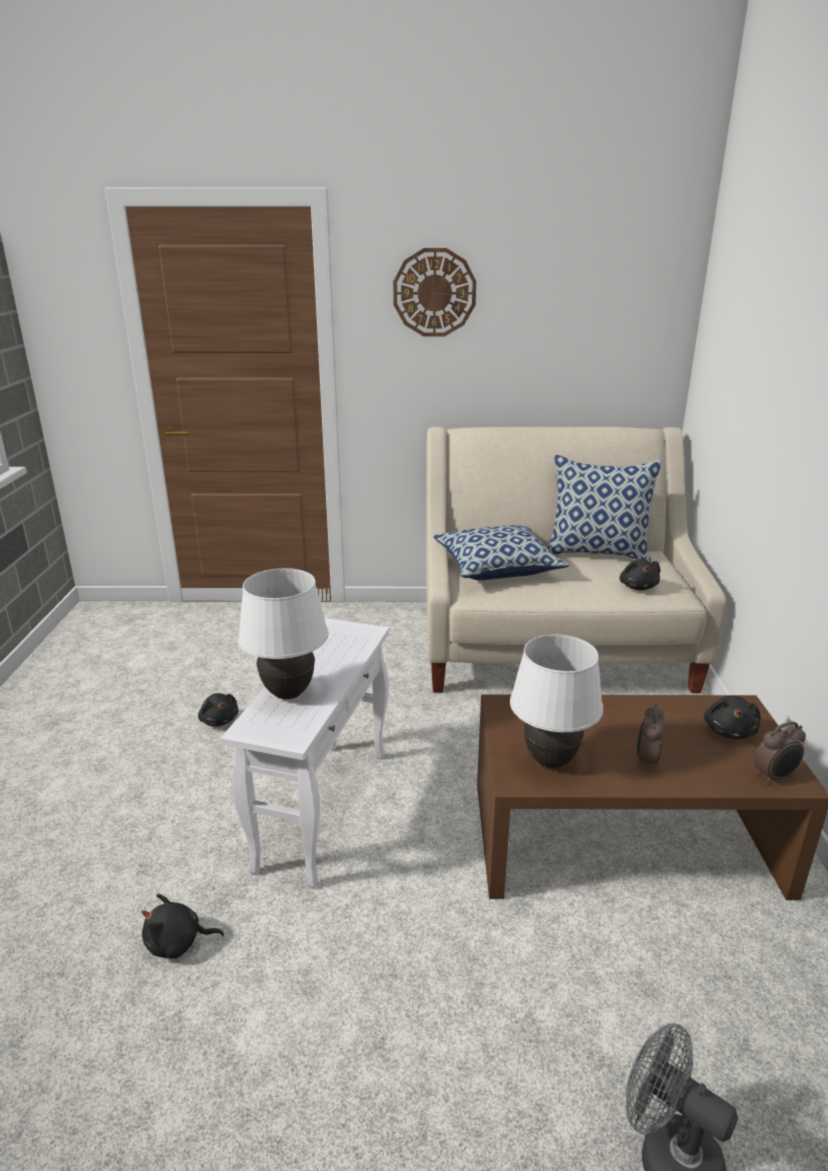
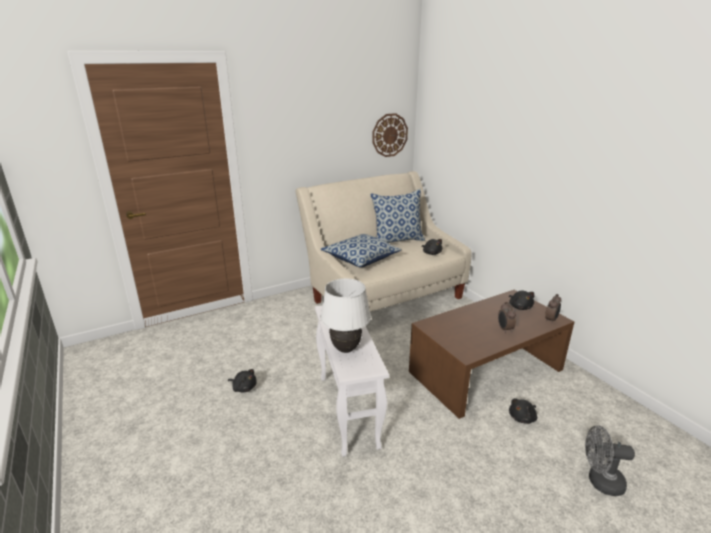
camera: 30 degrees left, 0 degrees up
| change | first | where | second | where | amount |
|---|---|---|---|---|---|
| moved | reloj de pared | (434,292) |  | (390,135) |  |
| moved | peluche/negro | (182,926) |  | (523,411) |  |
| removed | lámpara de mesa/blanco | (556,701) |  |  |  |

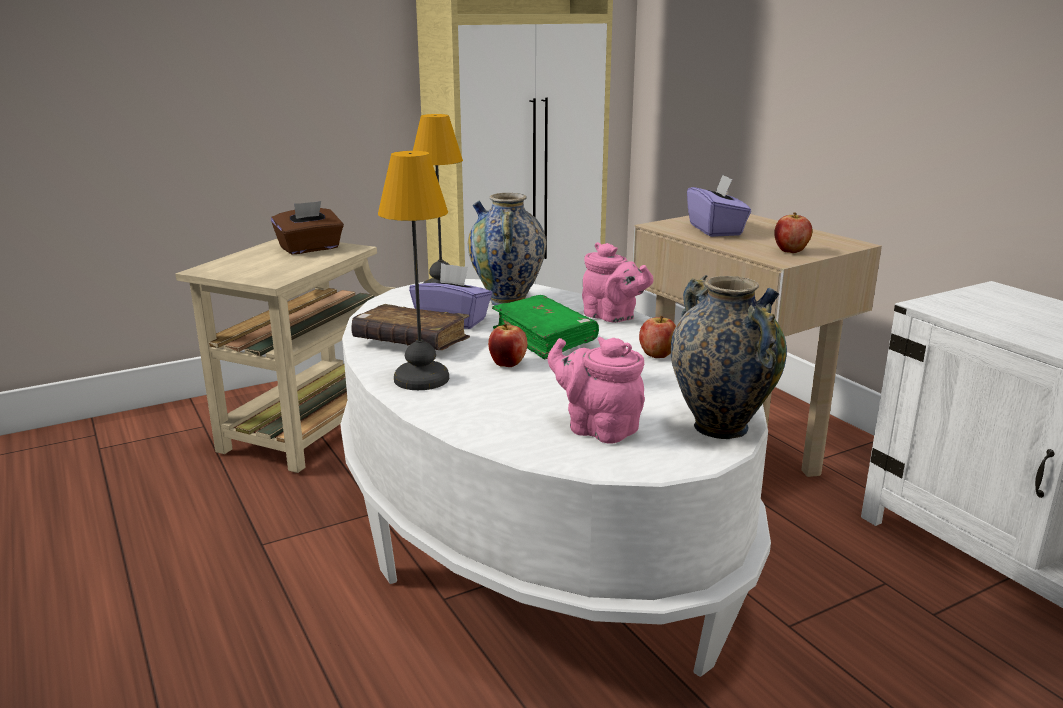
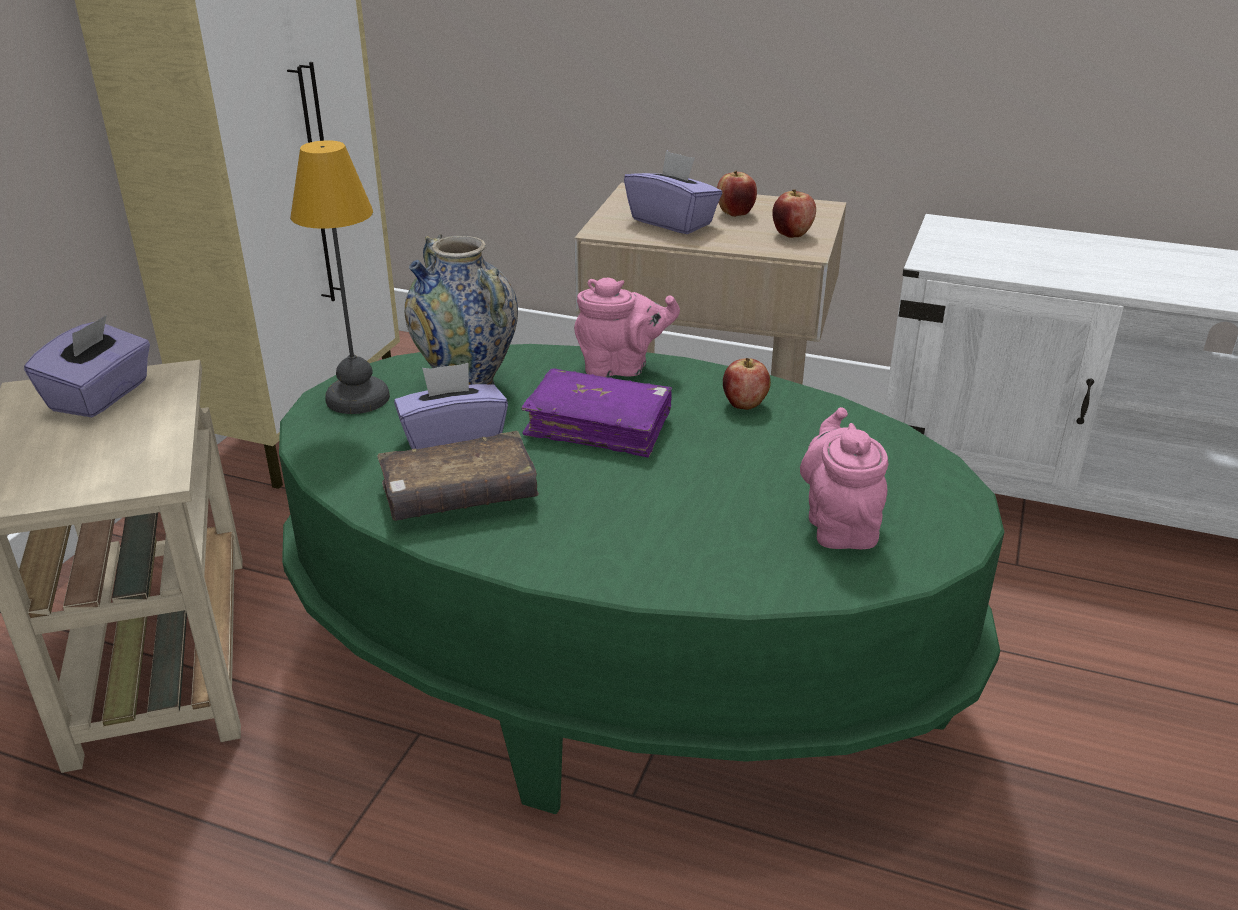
camera: 40 degrees left, 10 degrees up
| change | first | where | second | where | amount |
|---|---|---|---|---|---|
| recoloured | caja de pañuelos/marrón | (307,228) | caja de pañuelos/morado | (87,366) |  |
| recoloured | mesa de centro/blanco | (555,478) | mesa de centro/verde | (641,579) |  |
| recoloured | libro/verde | (545,327) | libro/morado | (597,412) |  |
| moved | manzana | (507,345) |  | (737,194) |  |
| turned | tetera/rosa | (596,390) |  | (844,478) | 90 degrees clockwise |
| removed | lámpara de mesa | (413,270) |  |  |  |
| removed | florero | (729,357) |  |  |  |

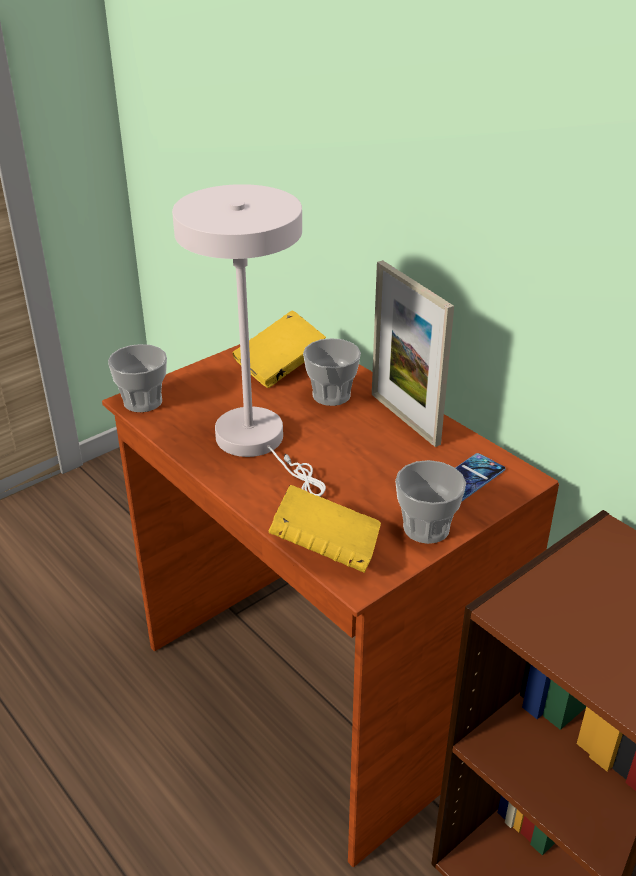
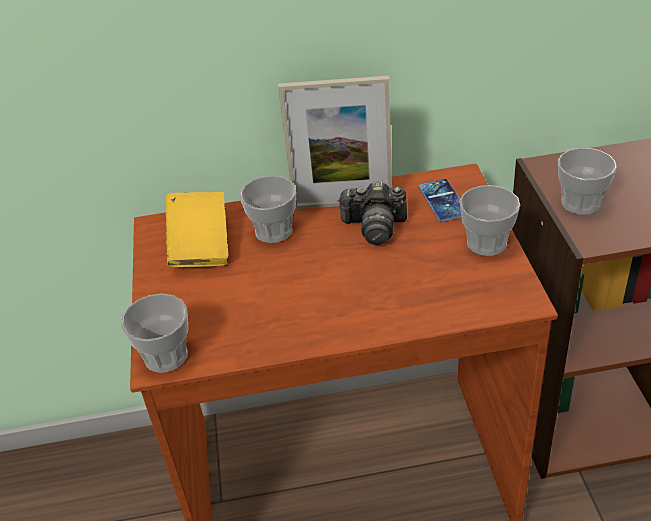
camera: 55 degrees left, 5 degrees up
| change | first | where | second | where | amount |
|---|---|---|---|---|---|
| added |  |  | cámara | (372,213) |  |
| added |  |  | taza | (587,181) |  |
| removed | lámpara de mesa/blanco | (249,340) |  |  |  |
| removed | libro/amarillo | (324,529) |  |  |  |

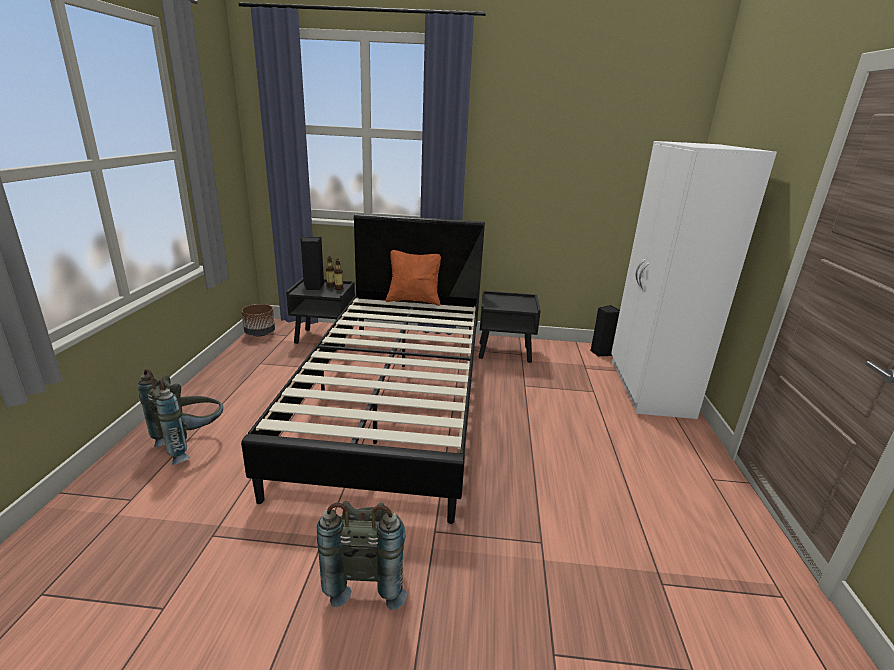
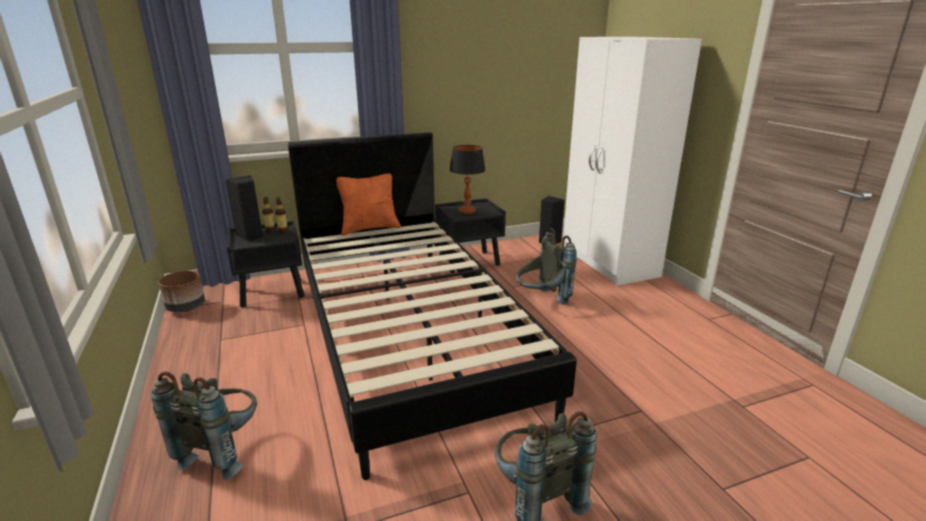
camera: 25 degrees left, 0 degrees up
| change | first | where | second | where | amount |
|---|---|---|---|---|---|
| added |  |  | lámpara de mesa | (467,179) |  |
| added |  |  | mochila/gris | (546,266) |  |

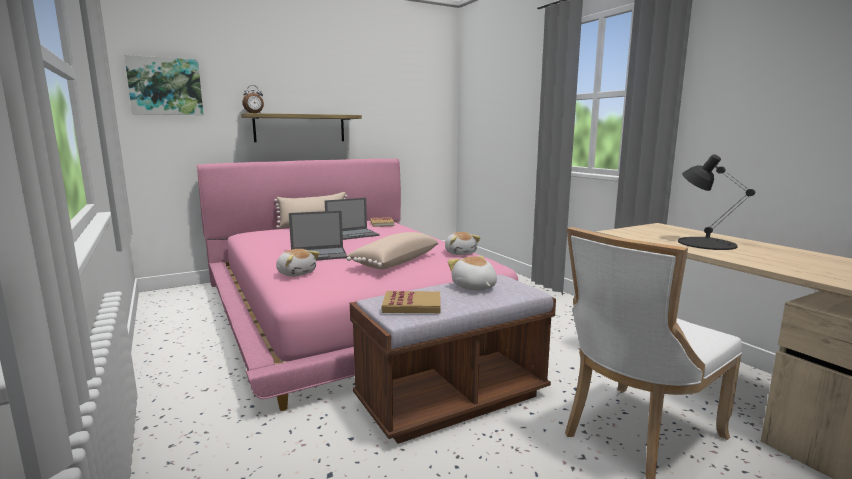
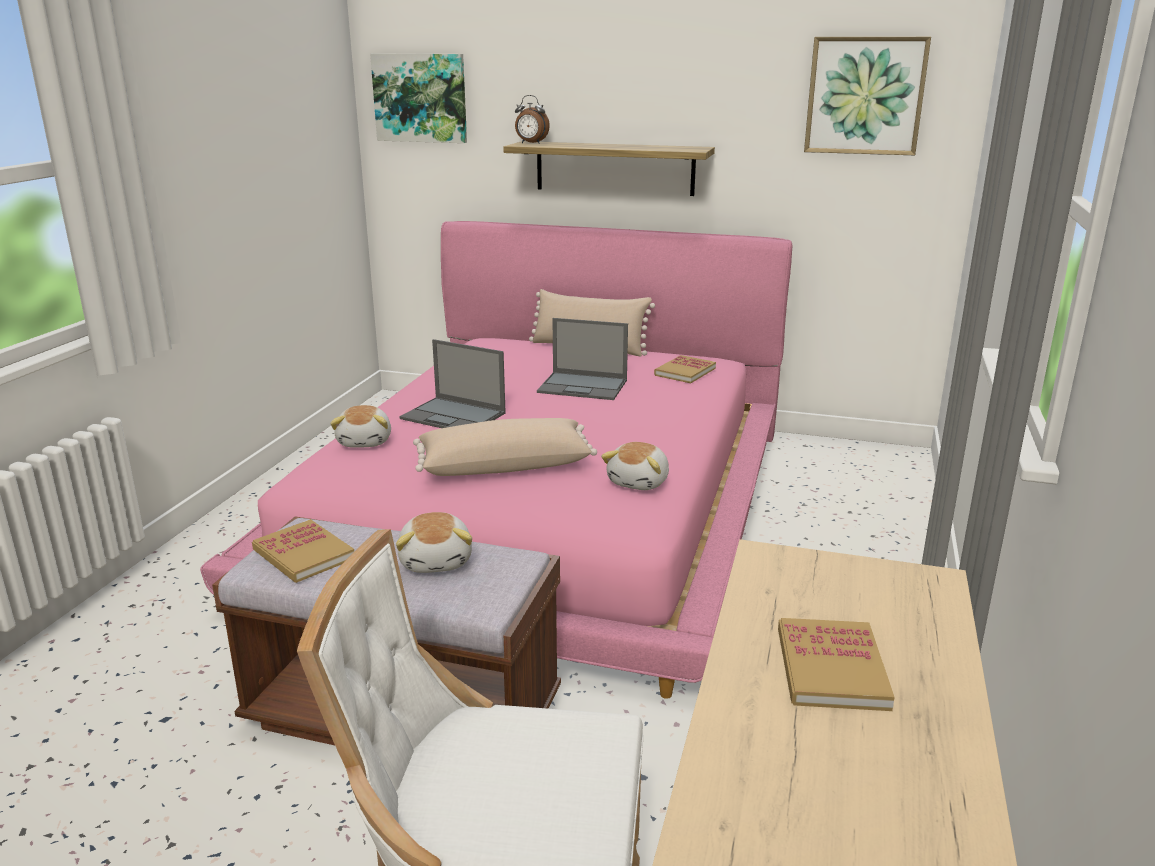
camera: 45 degrees right, 10 degrees up
| change | first | where | second | where | amount |
|---|---|---|---|---|---|
| turned | peluche | (472,273) |  | (434,542) | 150 degrees clockwise |
| replaced | lámpara de mesa/negro | (716,202) | libro | (836,664) |  |
| added |  |  | cuadro | (867,96) |  |

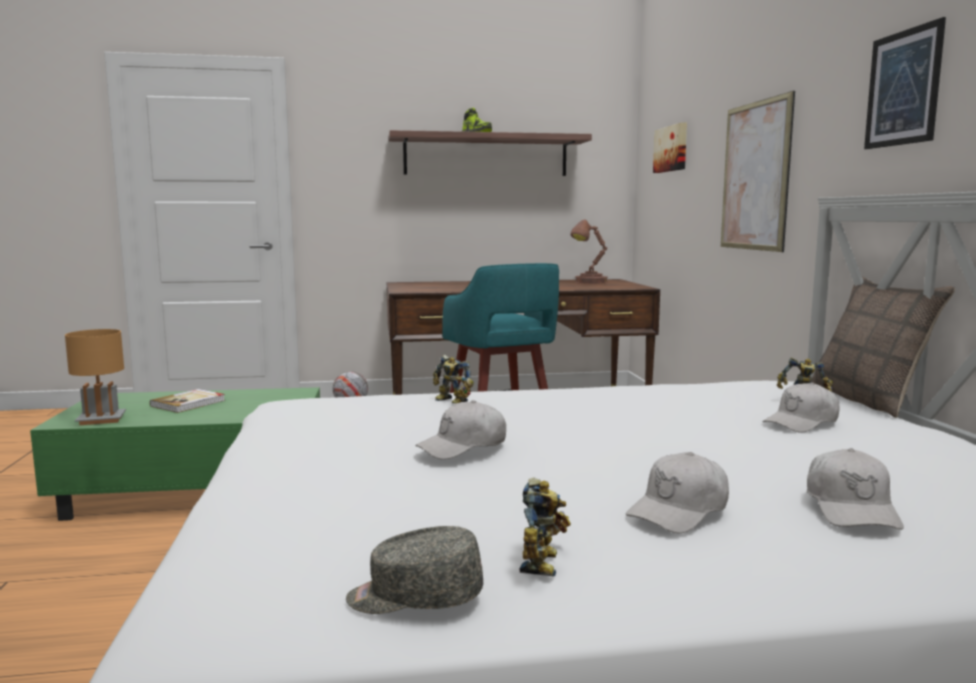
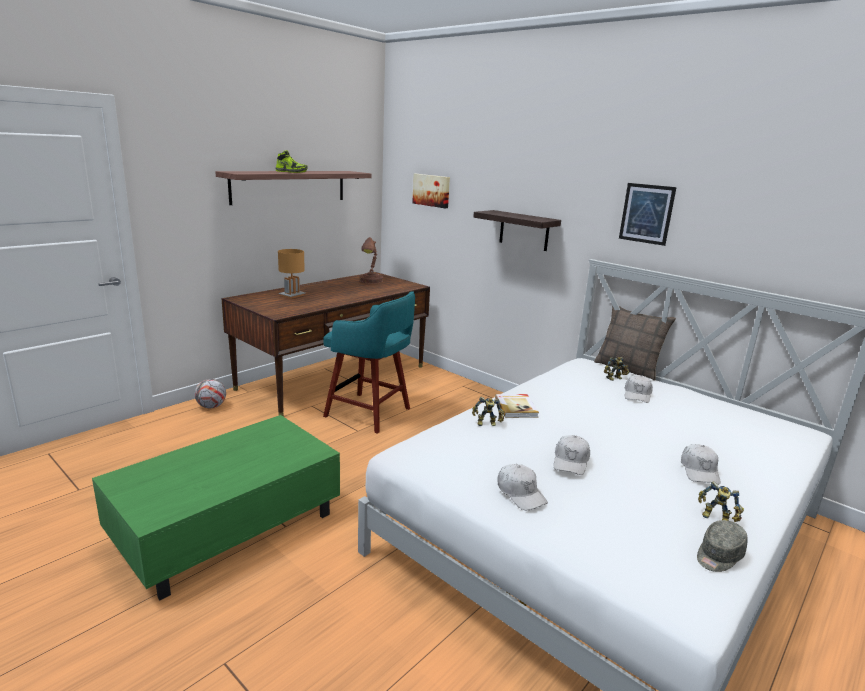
camera: 40 degrees left, 10 degrees up
| change | first | where | second | where | amount |
|---|---|---|---|---|---|
| moved | lámpara de mesa/marrón | (95,377) |  | (291,274) |  |
| replaced | cuadro | (758,171) | estante | (517,230) |  |
| moved | libro | (187,401) |  | (517,406) |  |
| moved | gorra/blanco | (855,489) |  | (522,487) |  |
| turned | robot de juguete | (545,527) |  | (721,501) | 150 degrees clockwise |

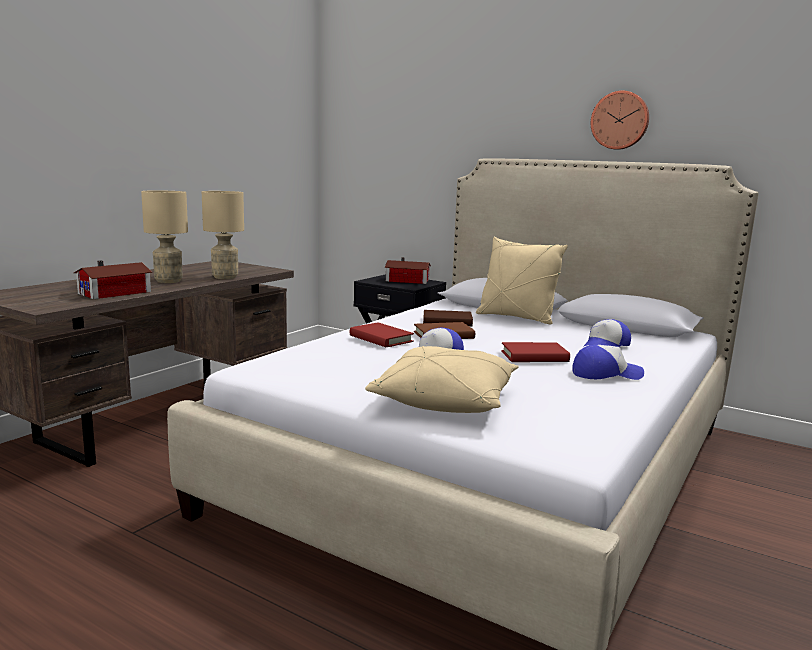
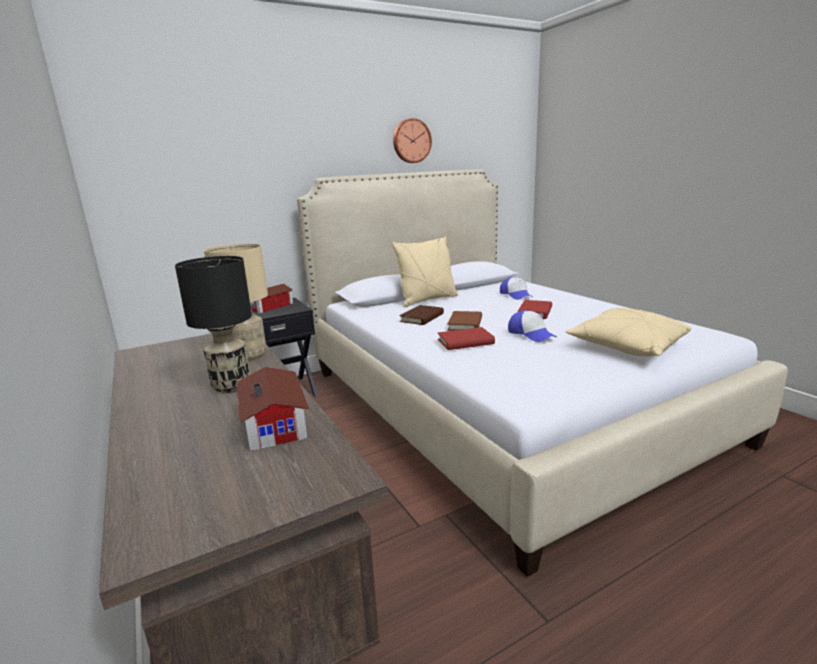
camera: 60 degrees left, 5 degrees up
| change | first | where | second | where | amount |
|---|---|---|---|---|---|
| recoloured | lámpara de mesa/beis | (164,236) | lámpara de mesa/negro | (213,324) |  |
| removed | gorra | (608,362) |  |  |  |

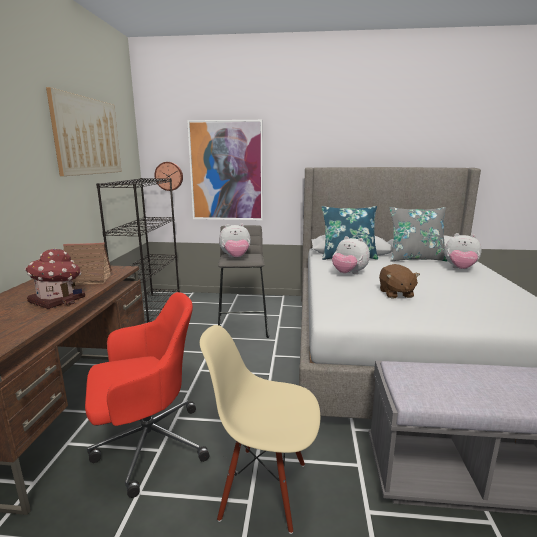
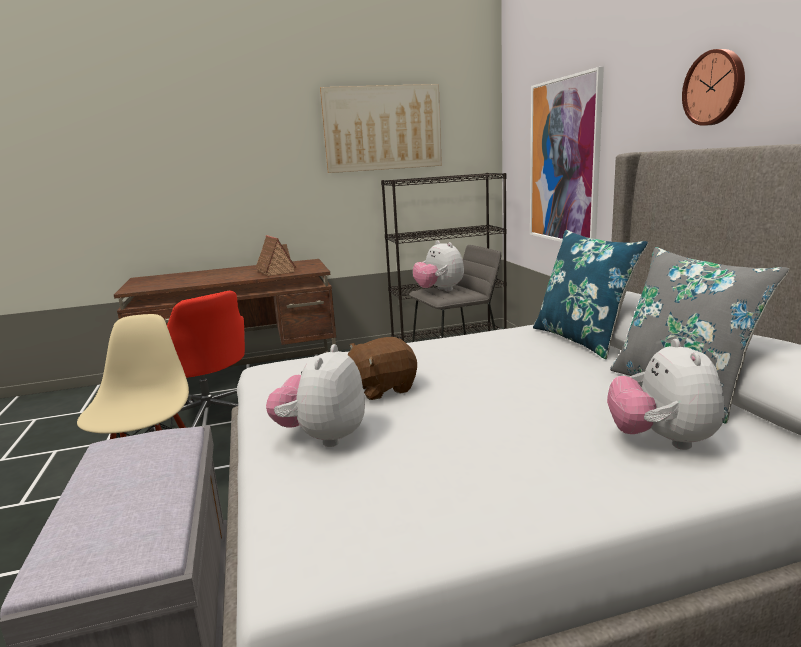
camera: 70 degrees right, 0 degrees up
| change | first | where | second | where | amount |
|---|---|---|---|---|---|
| moved | peluche | (351,255) |  | (315,395) |  |
| moved | reloj de pared | (168,176) |  | (713,87) |  |
| removed | casita | (55,278) |  |  |  |

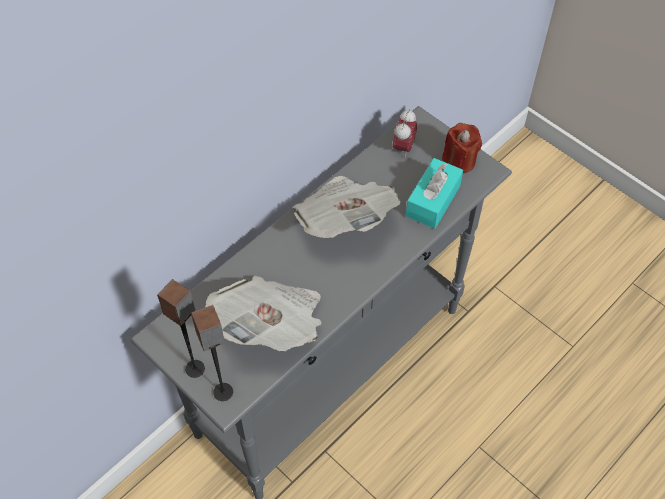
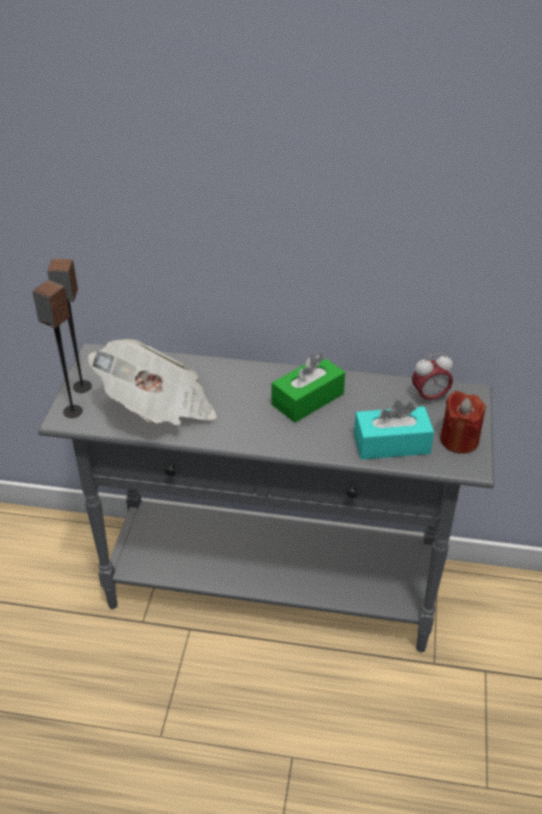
camera: 55 degrees right, 15 degrees down
| change | first | where | second | where | amount |
|---|---|---|---|---|---|
| replaced | periódico | (347,207) | caja de pañuelos/verde | (308,388) |  |

